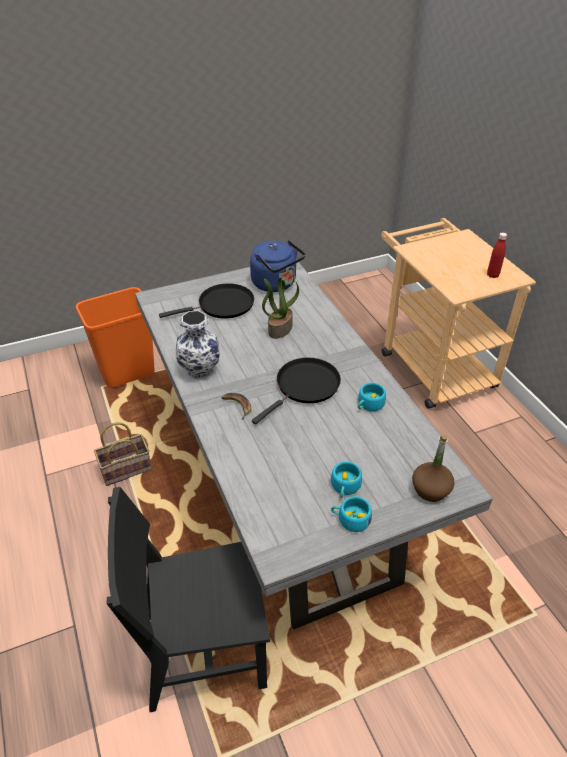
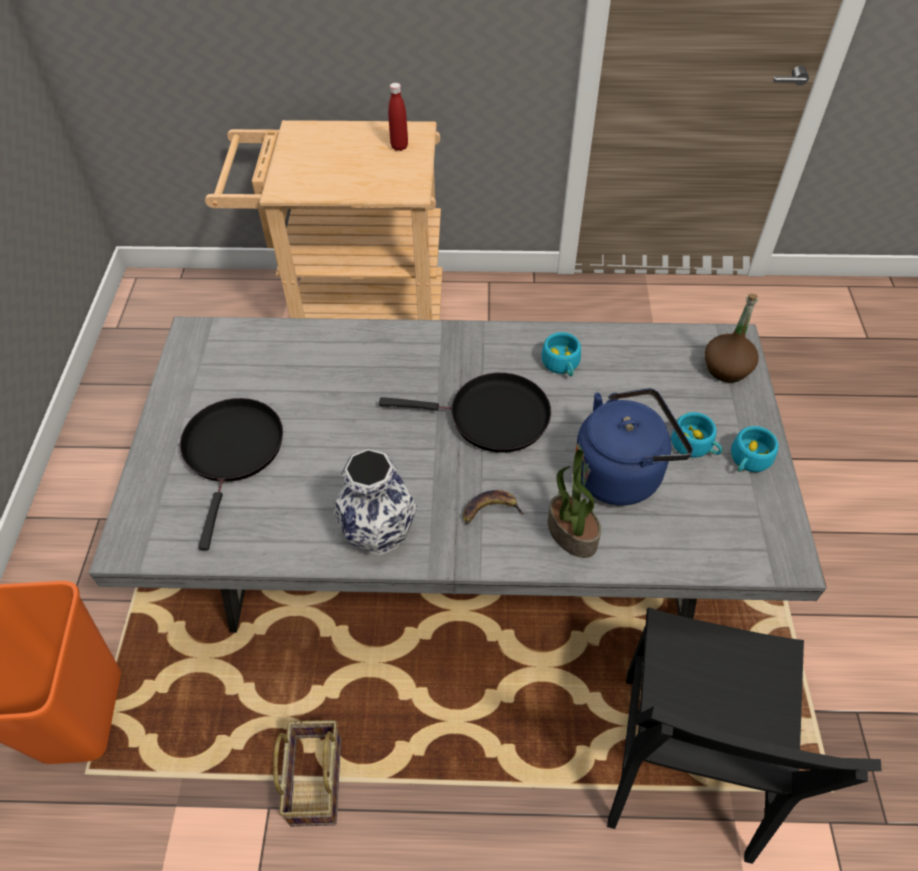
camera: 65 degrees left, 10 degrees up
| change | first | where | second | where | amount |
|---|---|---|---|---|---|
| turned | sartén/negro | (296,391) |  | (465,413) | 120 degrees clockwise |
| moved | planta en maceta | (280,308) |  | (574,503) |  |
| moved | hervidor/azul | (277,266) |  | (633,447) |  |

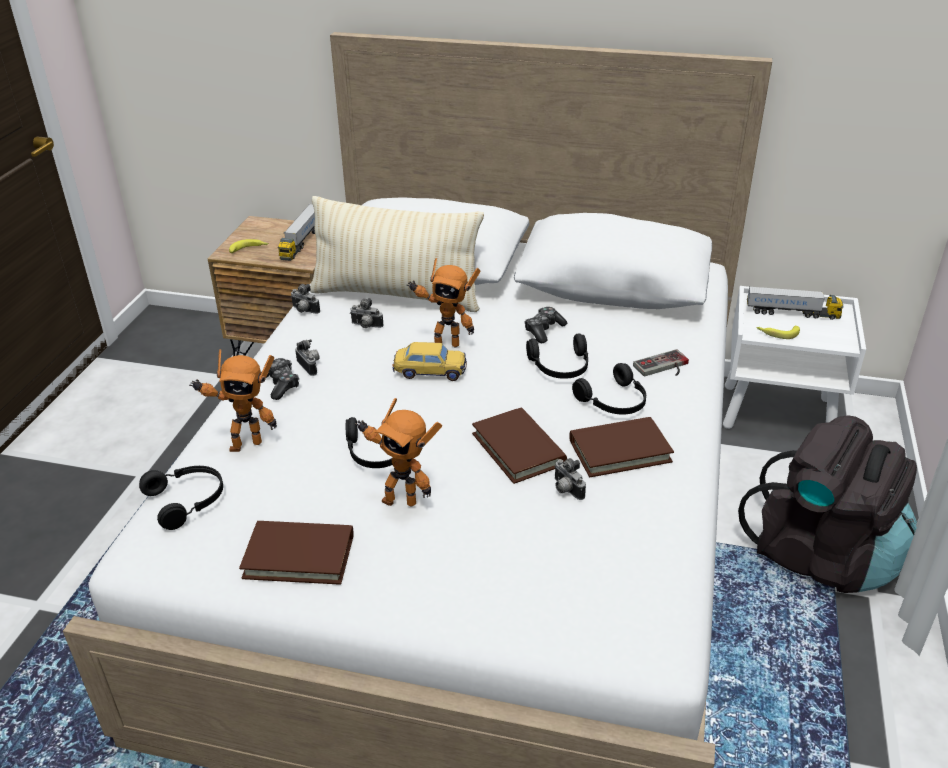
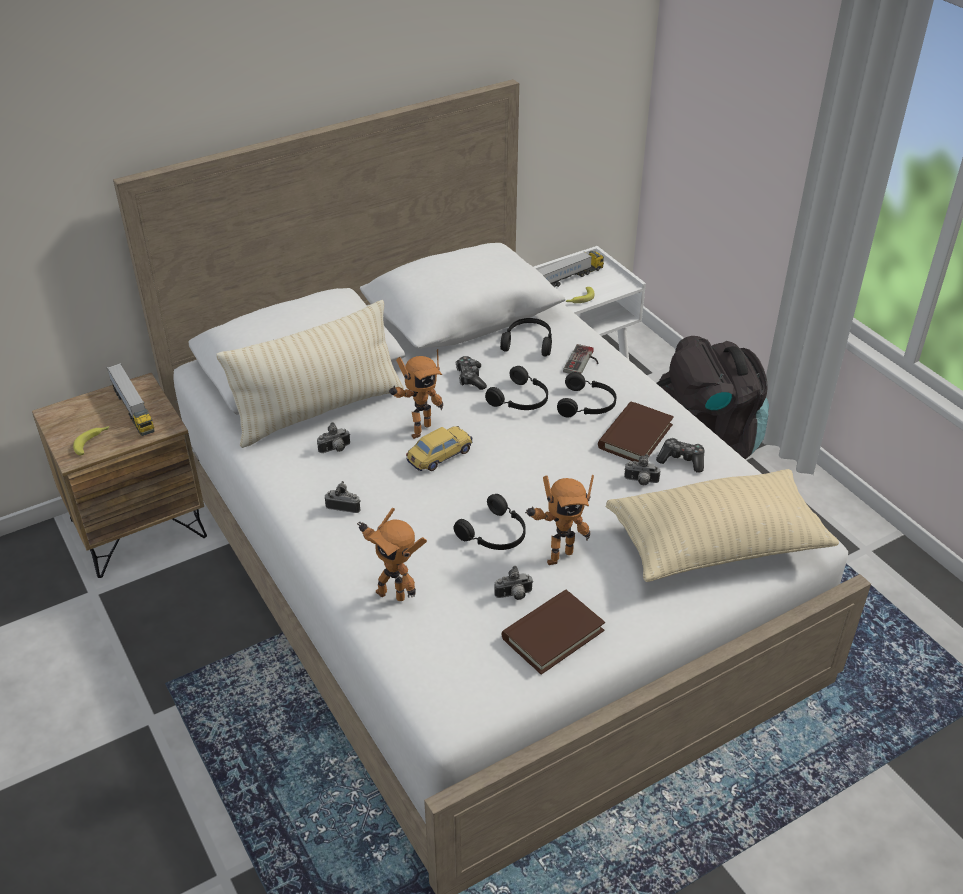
camera: 45 degrees left, 5 degrees up
| change | first | where | second | where | amount |
|---|---|---|---|---|---|
| turned | robot de juguete | (233,400) |  | (392,554) | 90 degrees clockwise |
| moved | cámara | (305,299) |  | (514,583) |  |
| moved | auriculares/negro | (181,498) |  | (526,337) |  |
| added |  |  | cojín/beis | (722,525) |  |
| moved | mando de consola | (280,379) |  | (680,455) |  |
| removed | libro/marrón | (519,446) |  |  |  |

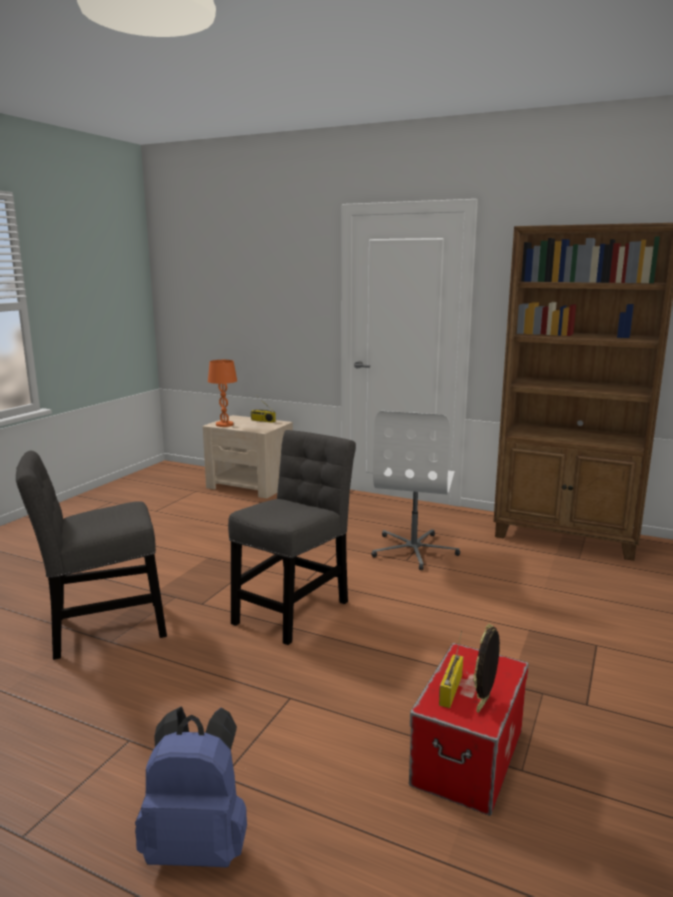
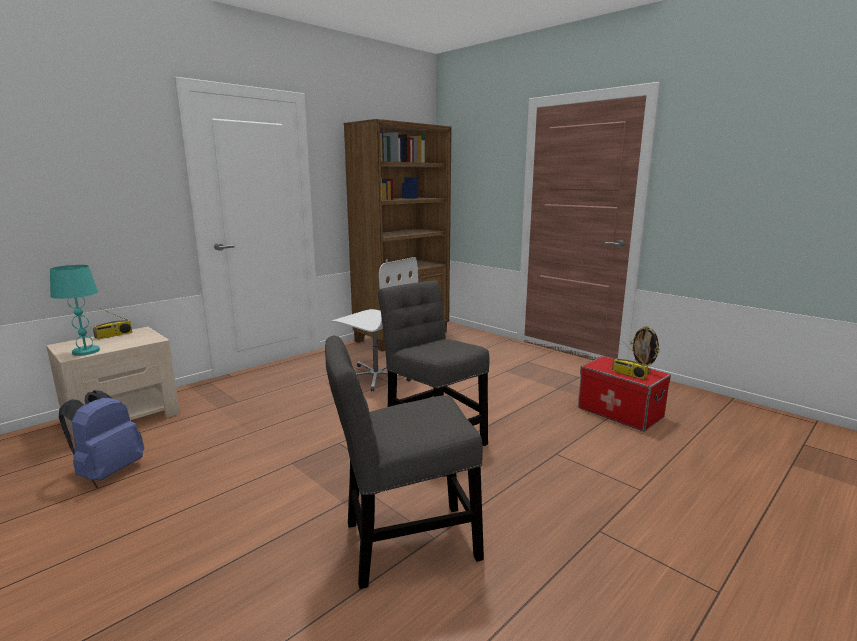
camera: 70 degrees left, 0 degrees up
| change | first | where | second | where | amount |
|---|---|---|---|---|---|
| recoloured | lámpara de mesa/naranja | (222,393) | lámpara de mesa/turquesa | (75,310) |  |
| moved | mochila/azul | (191,786) |  | (101,435) |  |
| turned | silla/gris | (91,555) |  | (404,462) | 75 degrees clockwise |

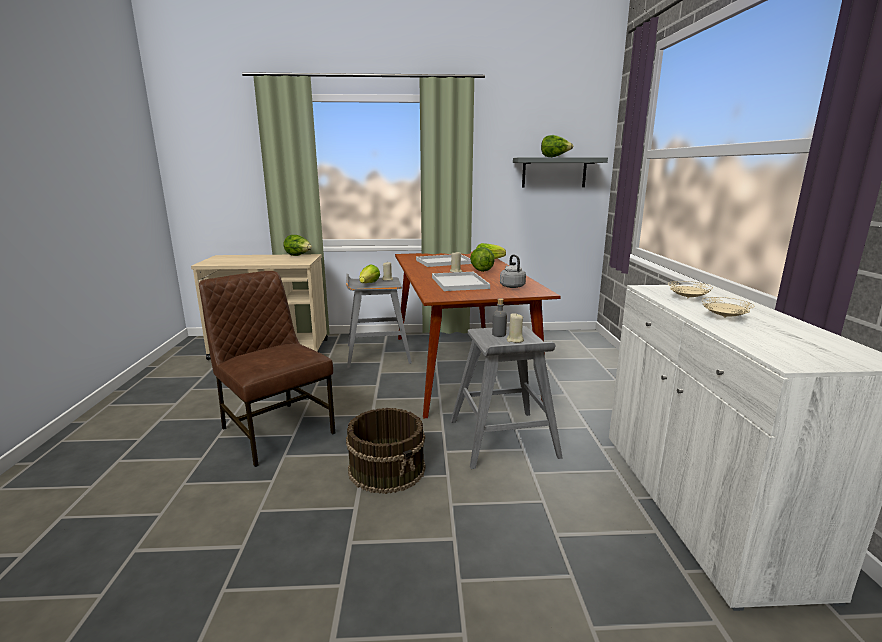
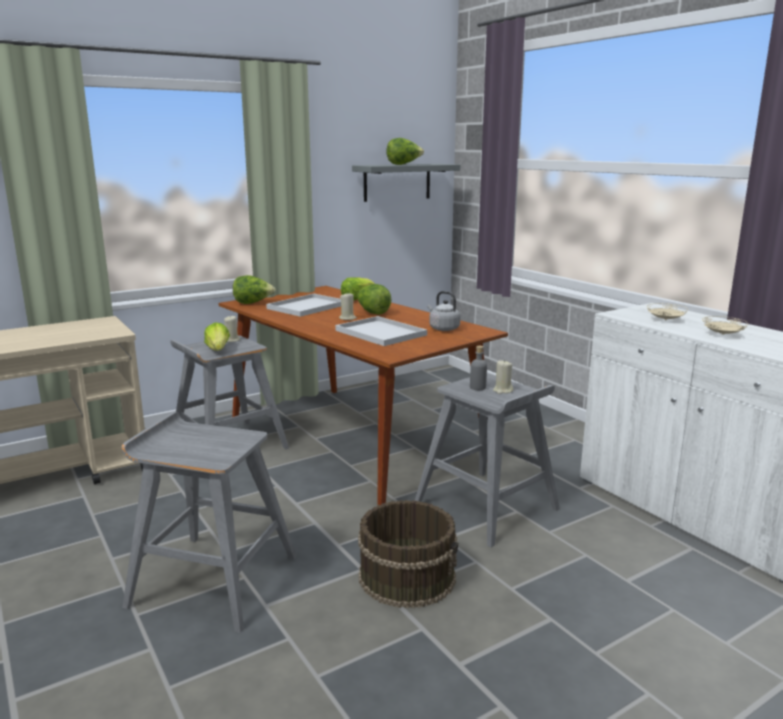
camera: 30 degrees left, 0 degrees up
| change | first | where | second | where | amount |
|---|---|---|---|---|---|
| replaced | silla/marrón | (267,369) | taburete/gris | (209,522) |  |
| moved | lechuga | (298,245) |  | (254,289) |  |

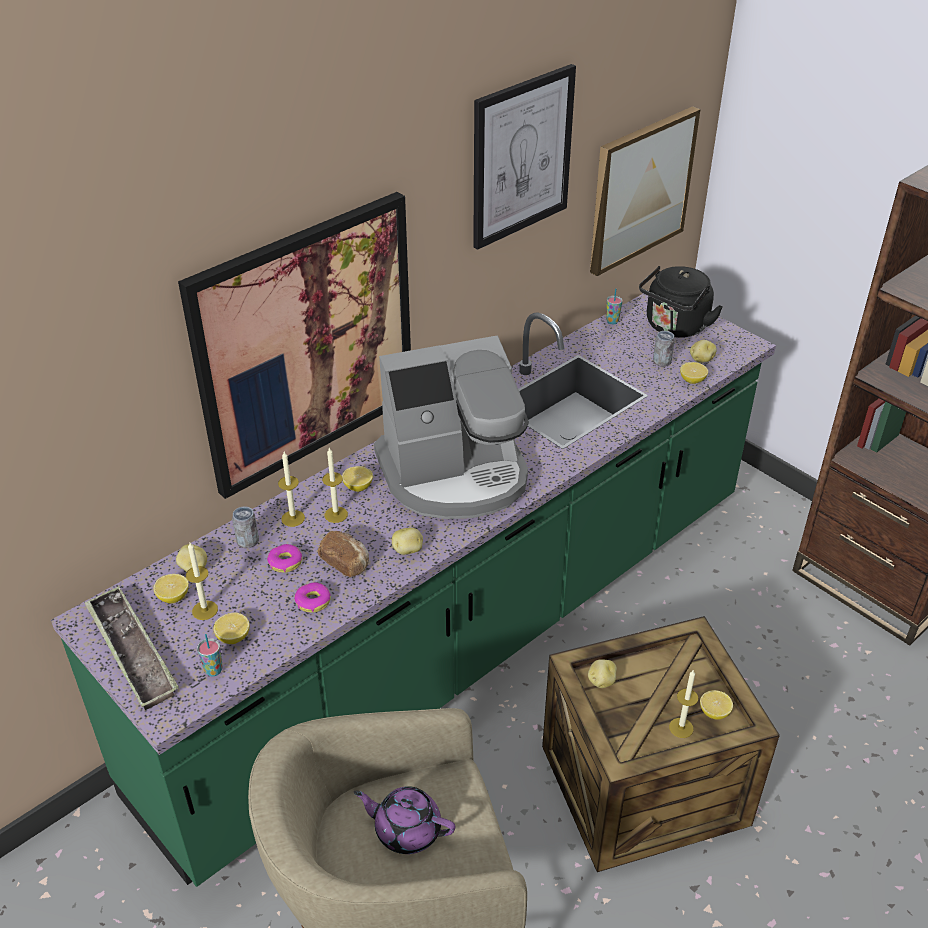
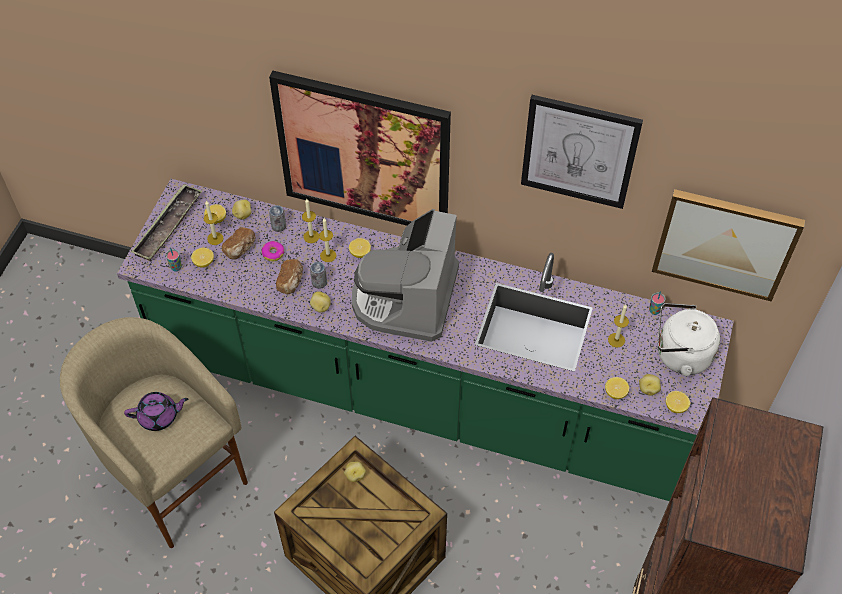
camera: 60 degrees right, 15 degrees up
| change | first | where | second | where | amount |
|---|---|---|---|---|---|
| turned | tetera/morado | (404,820) |  | (156,411) | 90 degrees clockwise |
| added |  |  | pan | (239,243) |  |
| moved | lata | (664,349) |  | (318,275) |  |
| turned | cafetera | (451,427) |  | (405,275) | 60 degrees clockwise |
| moved | vela | (683,704) |  | (618,325) |  |
| recoloured | hervidor/negro | (681,302) | hervidor/blanco | (689,339) |  |
| moved | limón | (716,705) |  | (678,402) |  |
| removed | rosquilla | (312,597) |  |  |  |

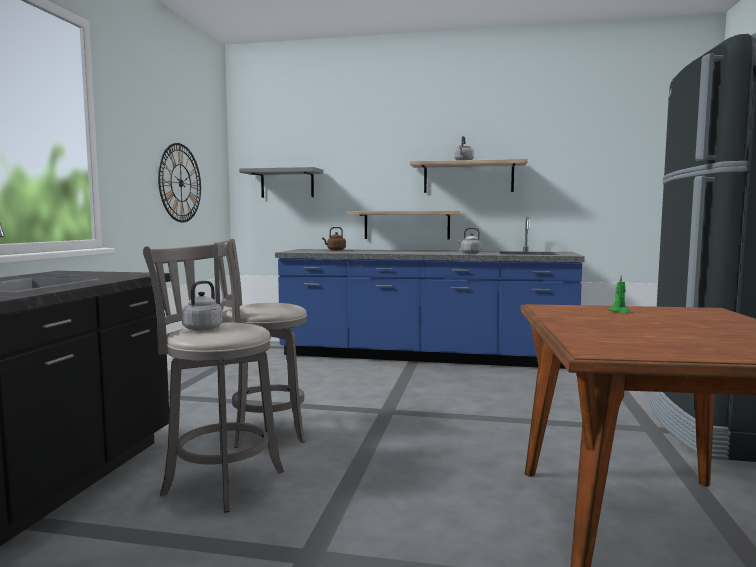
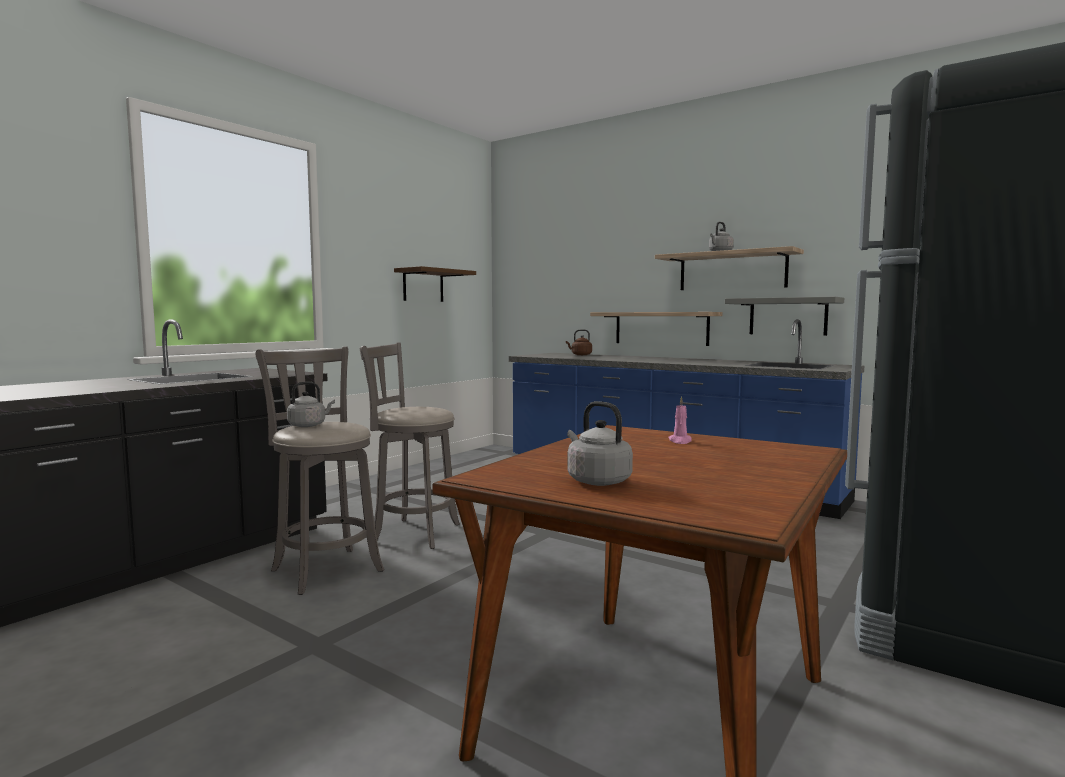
camera: 25 degrees right, 0 degrees up
| change | first | where | second | where | amount |
|---|---|---|---|---|---|
| replaced | reloj de pared | (179,183) | estante/marrón | (435,284) |  |
| moved | hervidor/gris | (469,241) |  | (600,443) |  |
| recoloured | vela/verde | (619,294) | vela/rosa | (680,420) |  |
| moved | estante/gris | (281,182) |  | (784,316) |  |

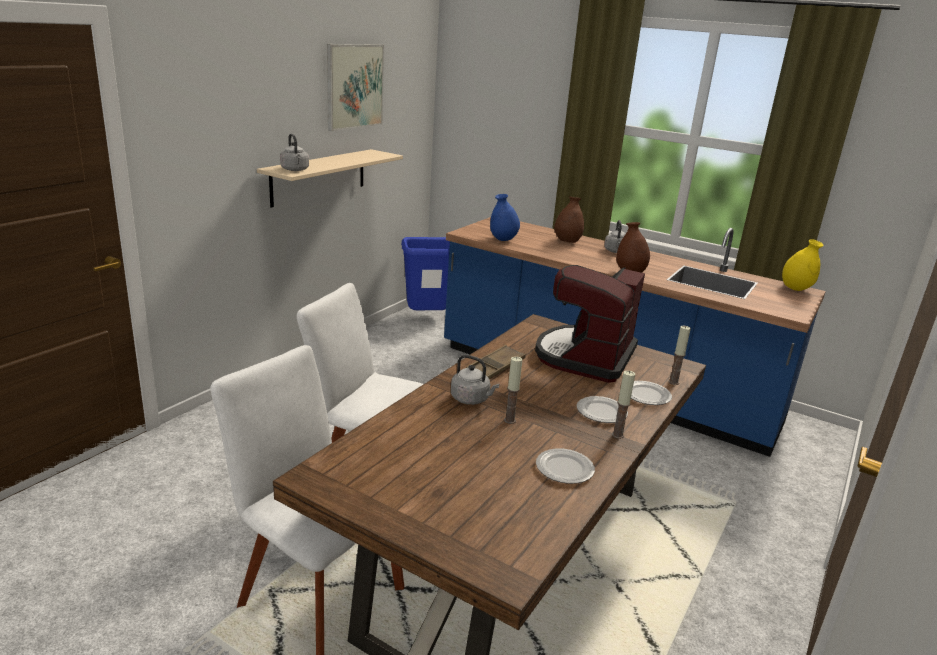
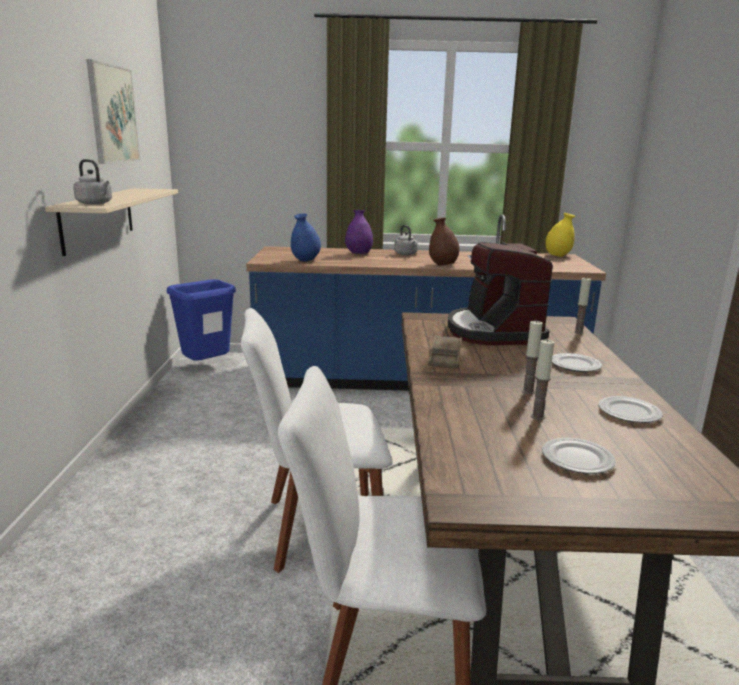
camera: 30 degrees left, 5 degrees down
| change | first | where | second | where | amount |
|---|---|---|---|---|---|
| recoloured | florero/marrón | (569,219) | florero/morado | (359,232) |  |
| moved | vela | (623,405) |  | (542,379) |  |
| moved | plato | (651,393) |  | (579,456) |  |
| removed | hervidor/gris | (475,380) |  |  |  |

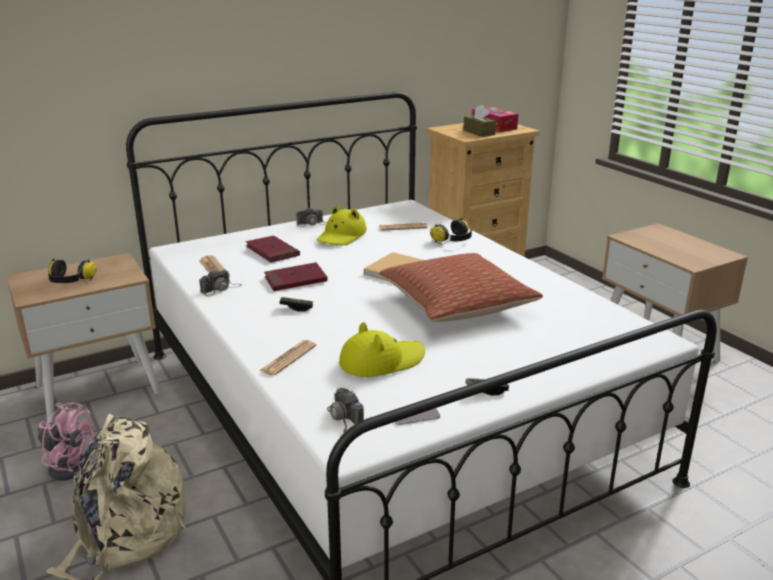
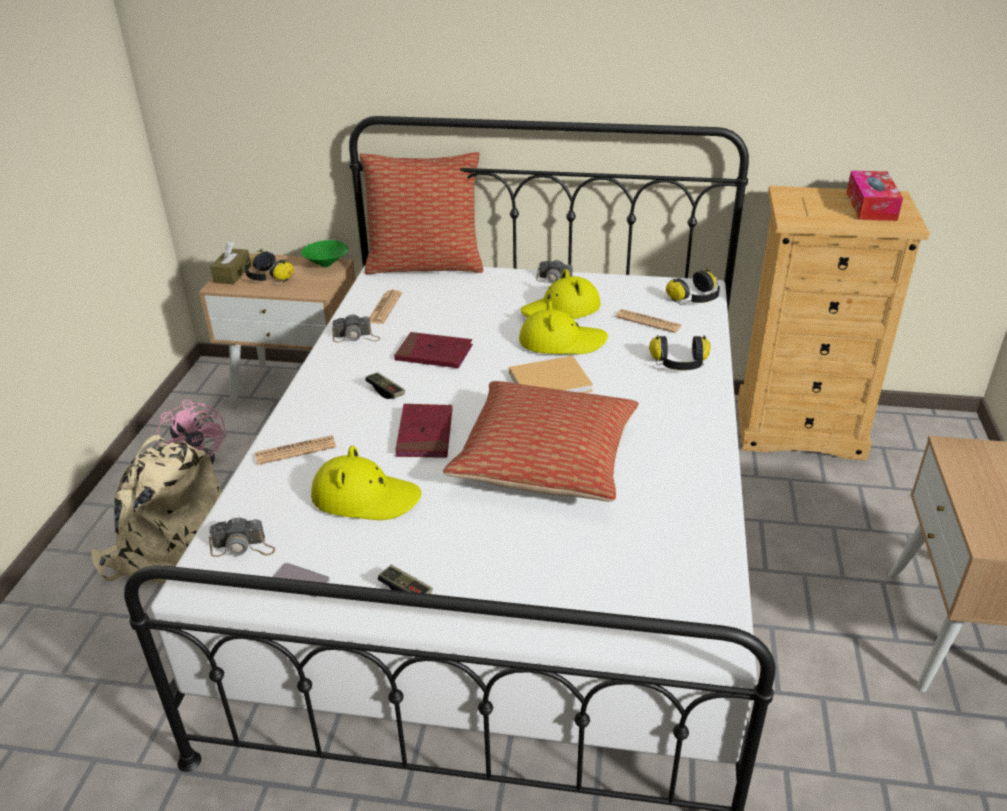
camera: 40 degrees right, 10 degrees up
| change | first | where | second | where | amount |
|---|---|---|---|---|---|
| turned | cámara | (345,410) |  | (242,537) | 105 degrees counterclockwise |
| moved | caja de pañuelos/marrón | (479,121) |  | (230,262) |  |
| added |  |  | cuenco/verde | (324,254) |  |
| added |  |  | cojín | (421,213) |  |
| moved | libro/rojo | (273,249) |  | (423,431) |  |
| added |  |  | sombrero/amarillo | (563,327) |  |
| added |  |  | auriculares | (693,287) |  |

